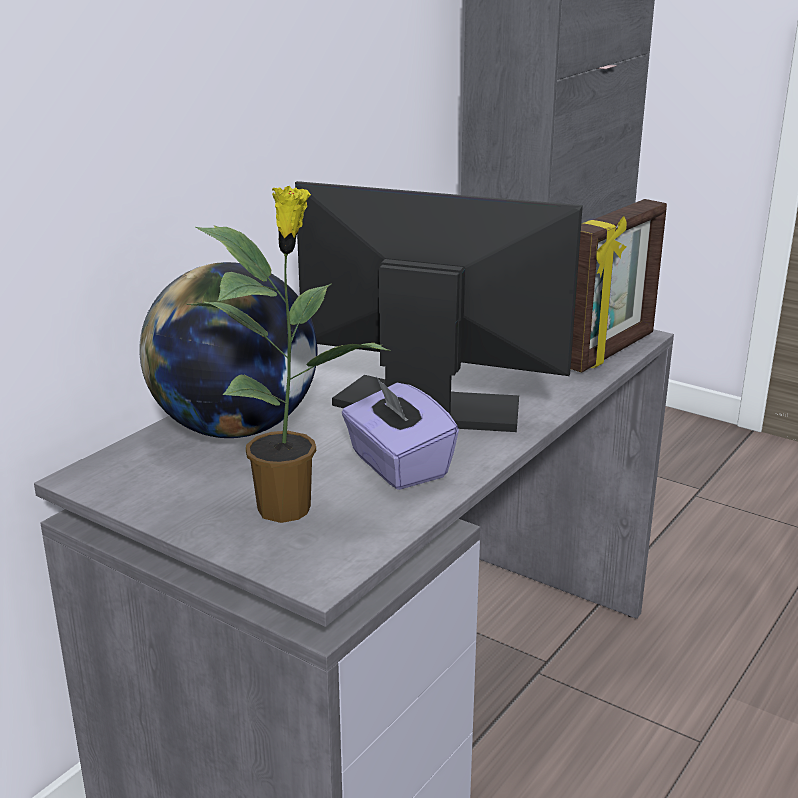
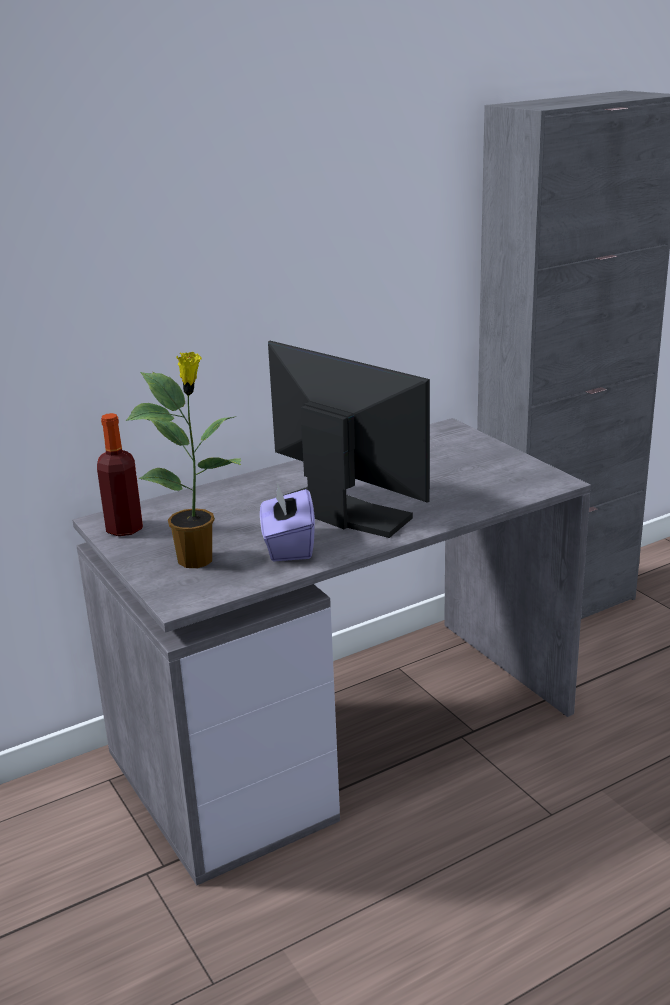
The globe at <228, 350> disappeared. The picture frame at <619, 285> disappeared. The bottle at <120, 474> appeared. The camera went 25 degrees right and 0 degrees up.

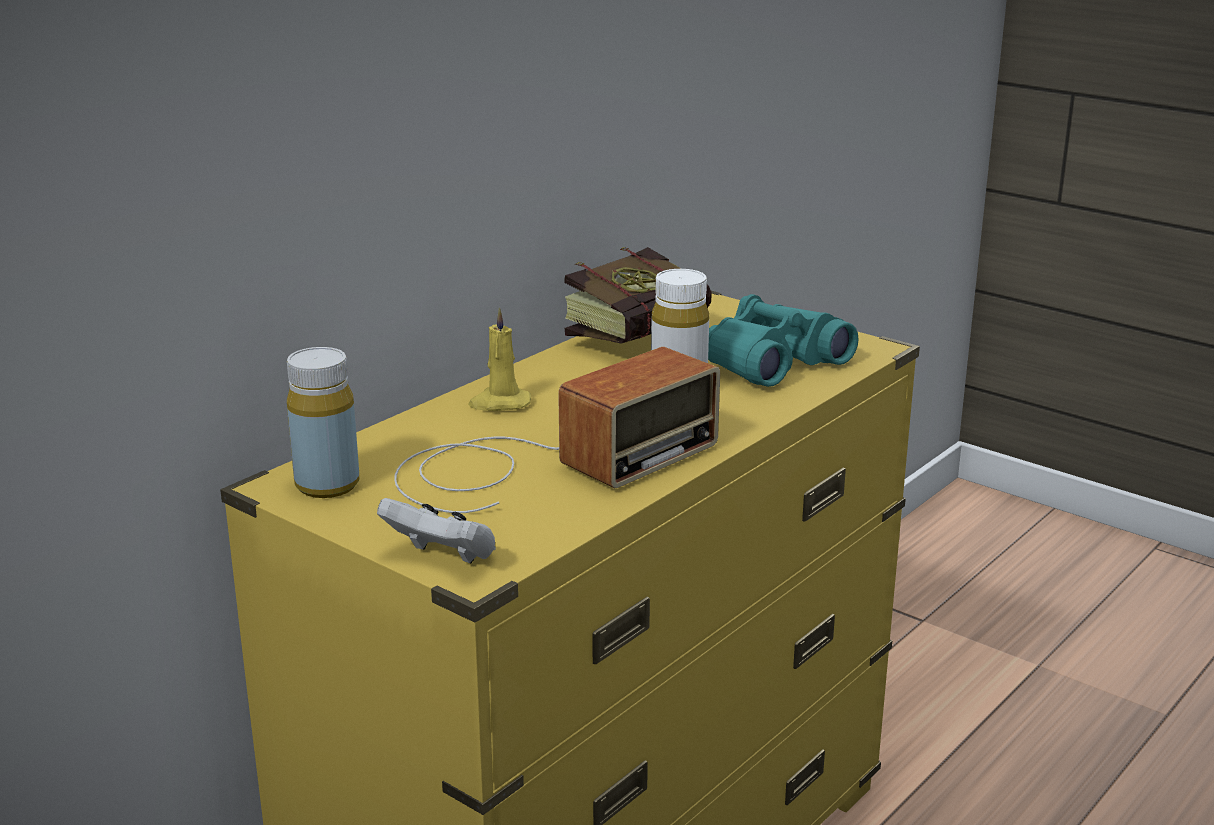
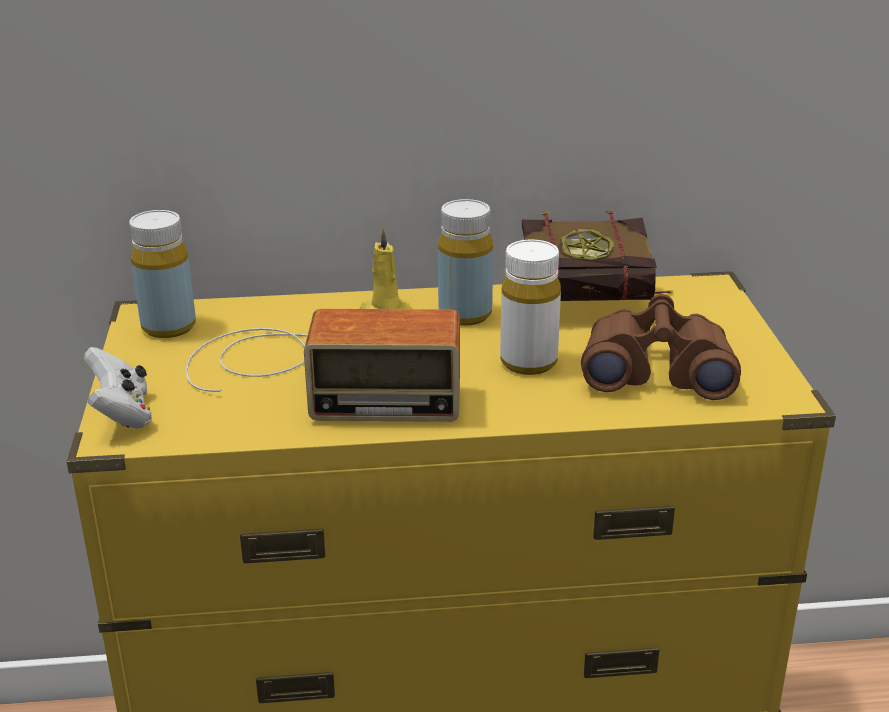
The turquoise binoculars at <783, 340> became the brown binoculars at <661, 347>. The yellow bottle at <465, 262> appeared. The camera went 45 degrees right and 5 degrees up.

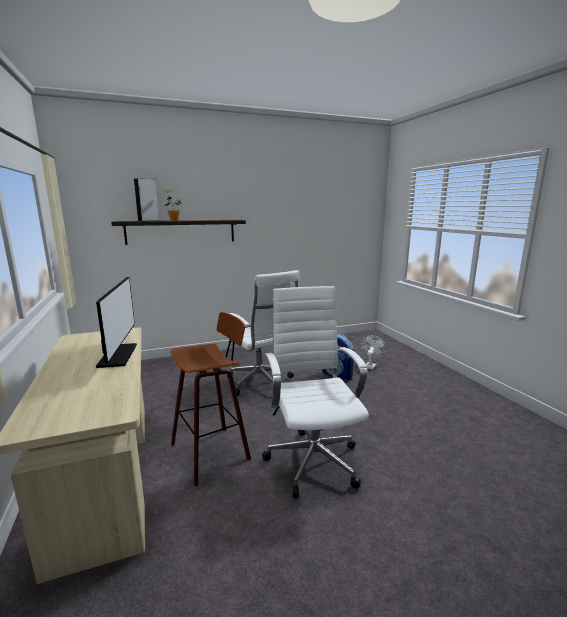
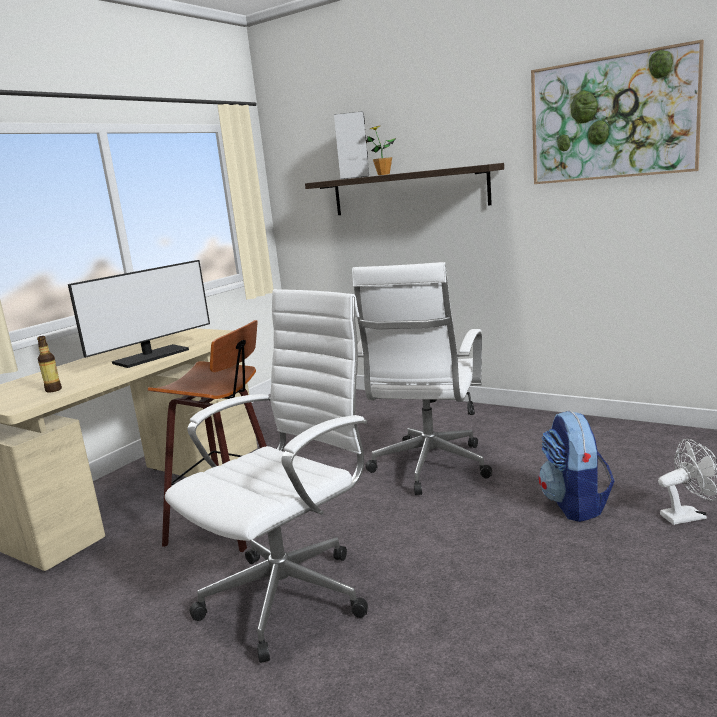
The bottle at <49, 364> appeared. The picture at <617, 111> appeared. The camera went 55 degrees right and 0 degrees up.

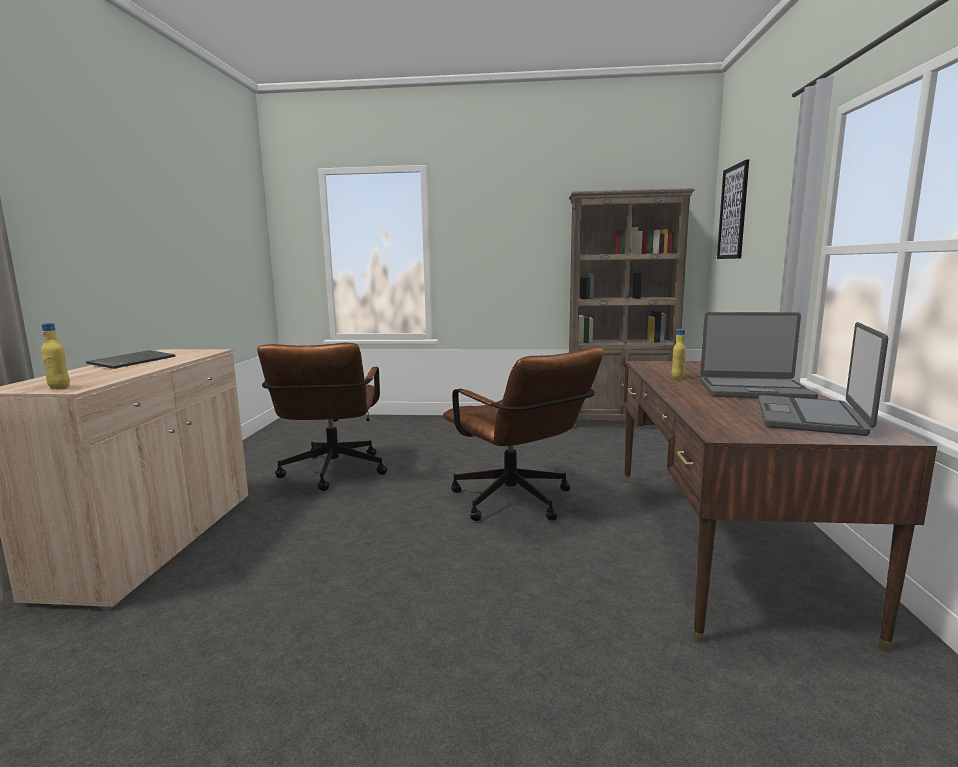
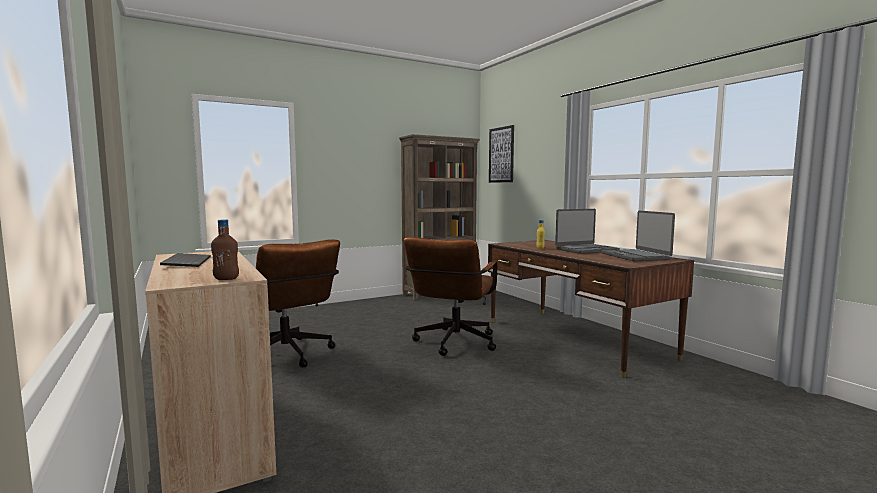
The yellow bottle at <55, 356> became the brown bottle at <225, 249>. The brown office chair at <523, 434> turned 90 degrees clockwise. The camera went 35 degrees left and 5 degrees down.

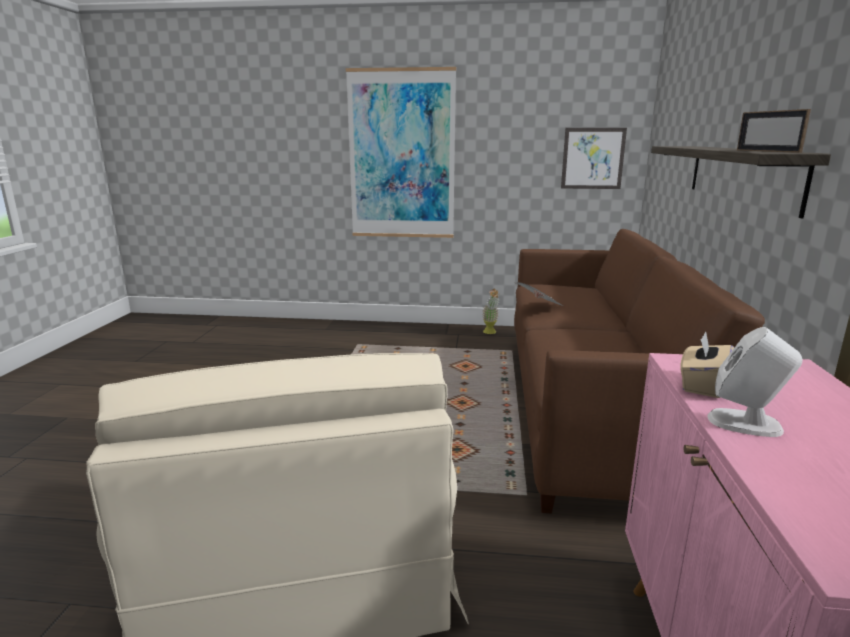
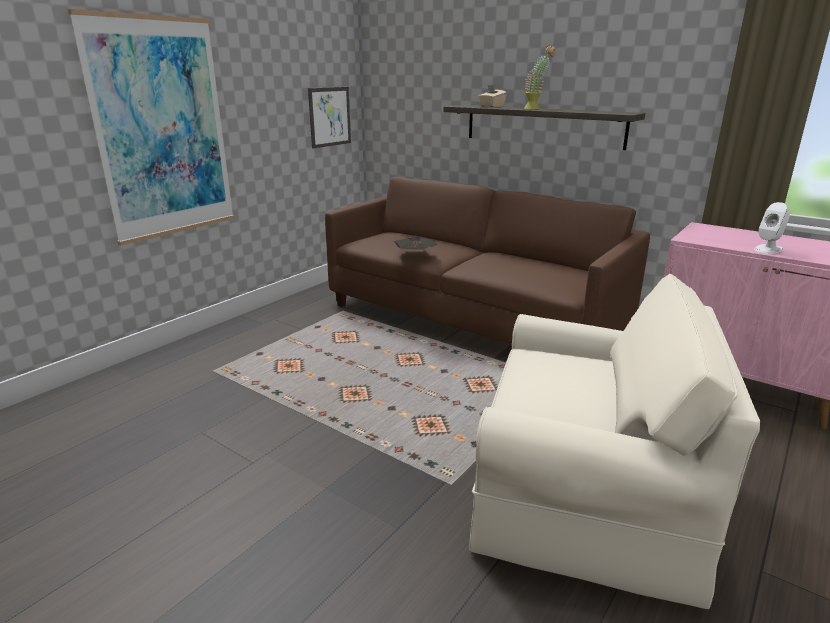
The potted plant moved from <490, 311> to <540, 77>. The beige tissue box moved from <707, 364> to <493, 96>. The picture frame at <774, 131> disappeared. The camera went 60 degrees left and 5 degrees up.

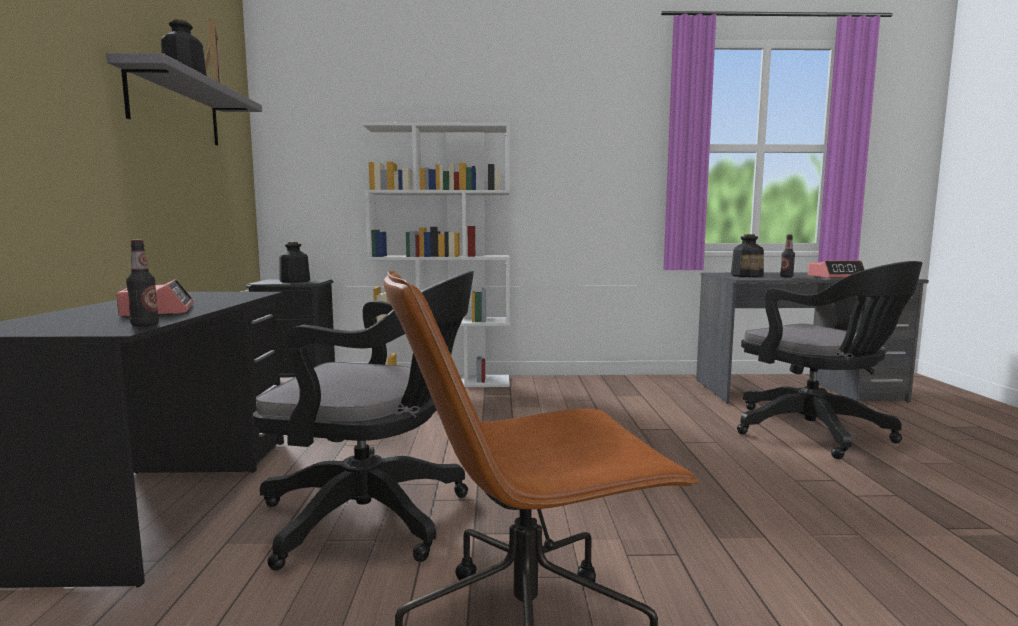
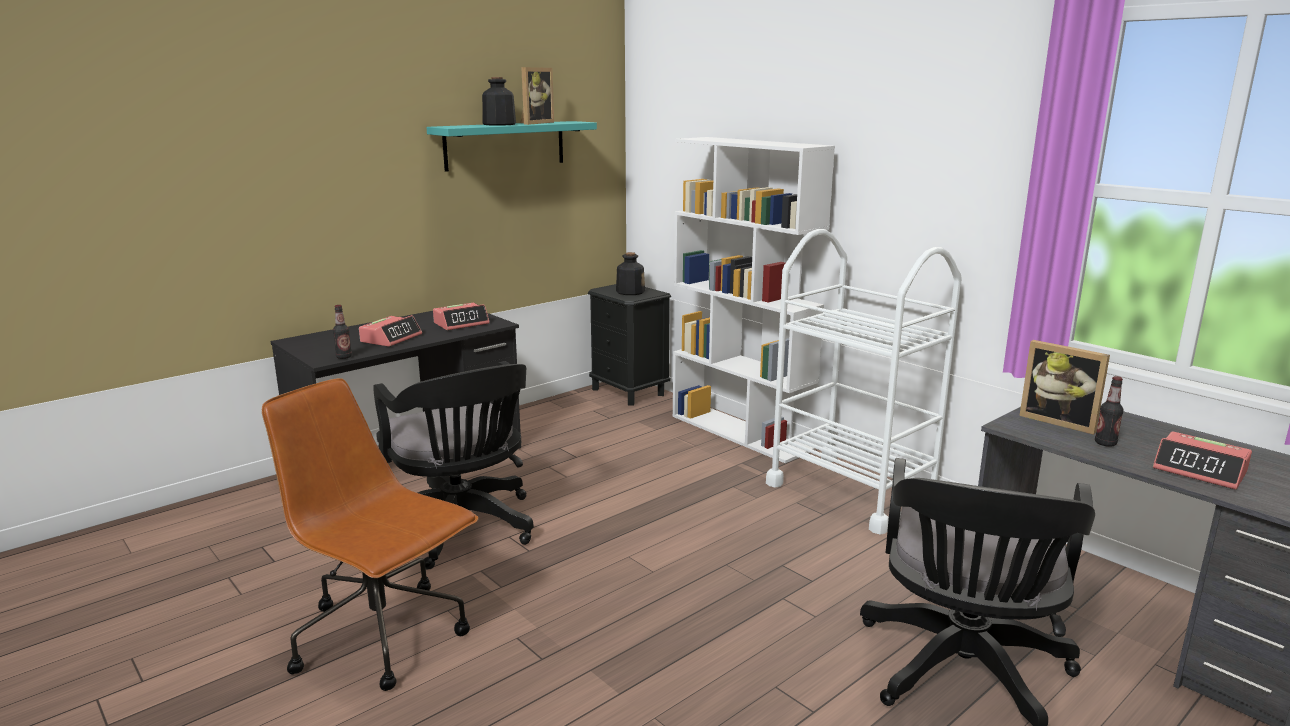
The grey shelf at <184, 99> became the turquoise shelf at <511, 146>. The bottle at <747, 255> was replaced by the picture frame at <1064, 387>. The alarm clock at <461, 316> appeared. The white cart at <864, 382> appeared. The camera went 50 degrees right and 10 degrees up.

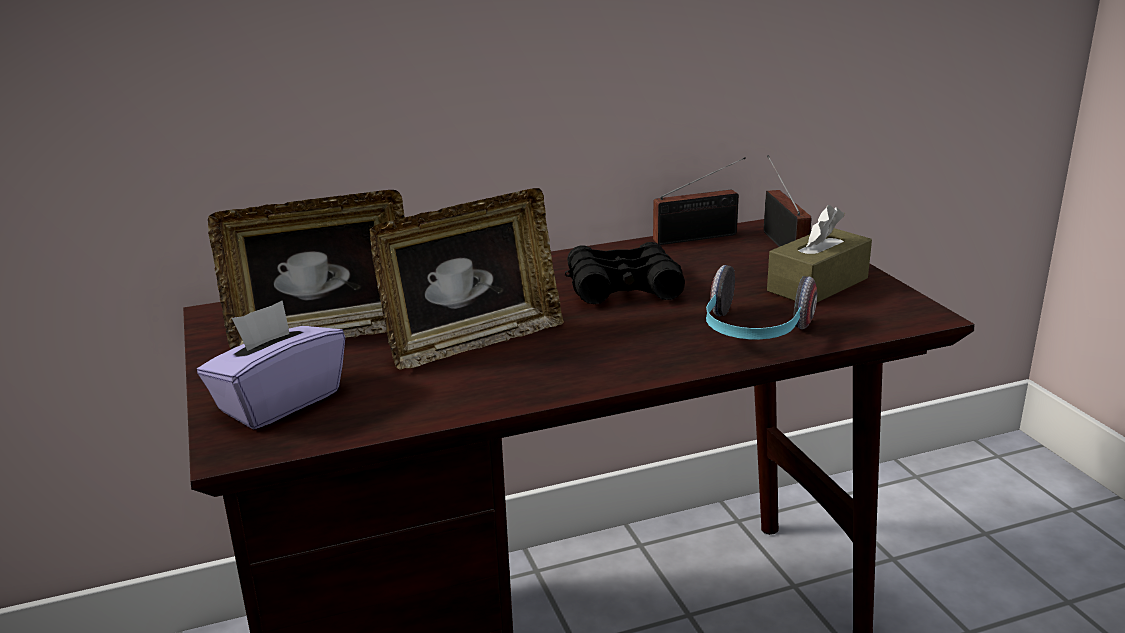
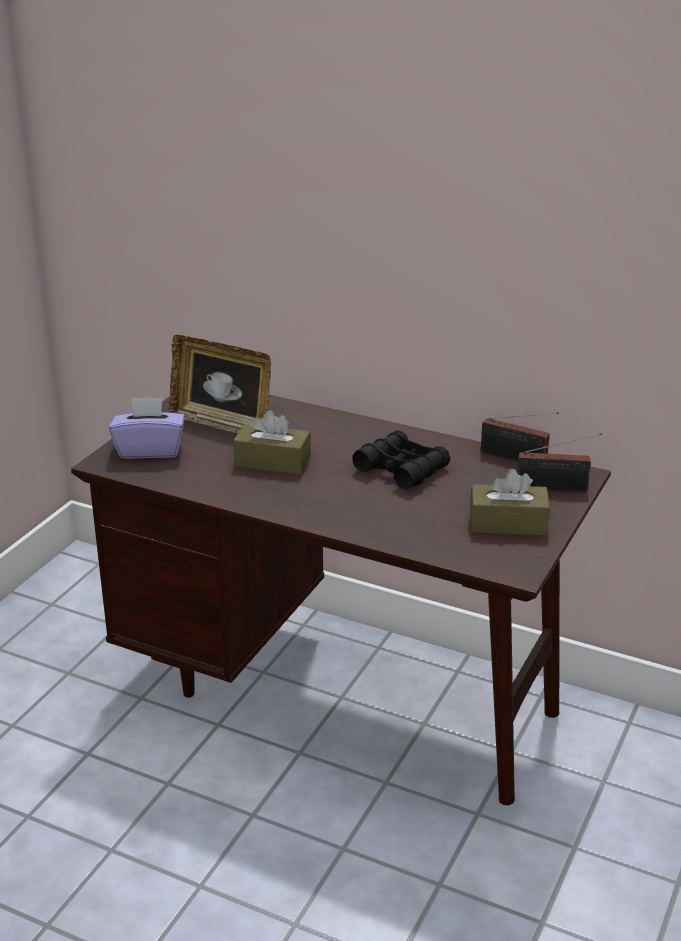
The picture frame at <466, 279> was replaced by the brown tissue box at <272, 442>. The headphones at <761, 302> disappeared. The radio at <787, 201> turned 60 degrees clockwise. The camera went 45 degrees right and 5 degrees up.

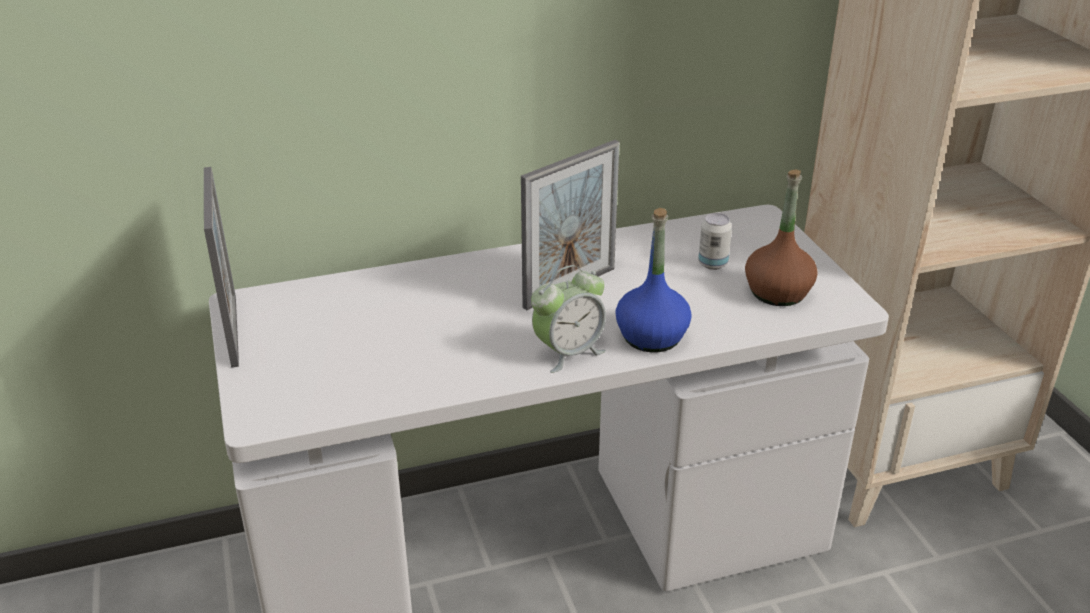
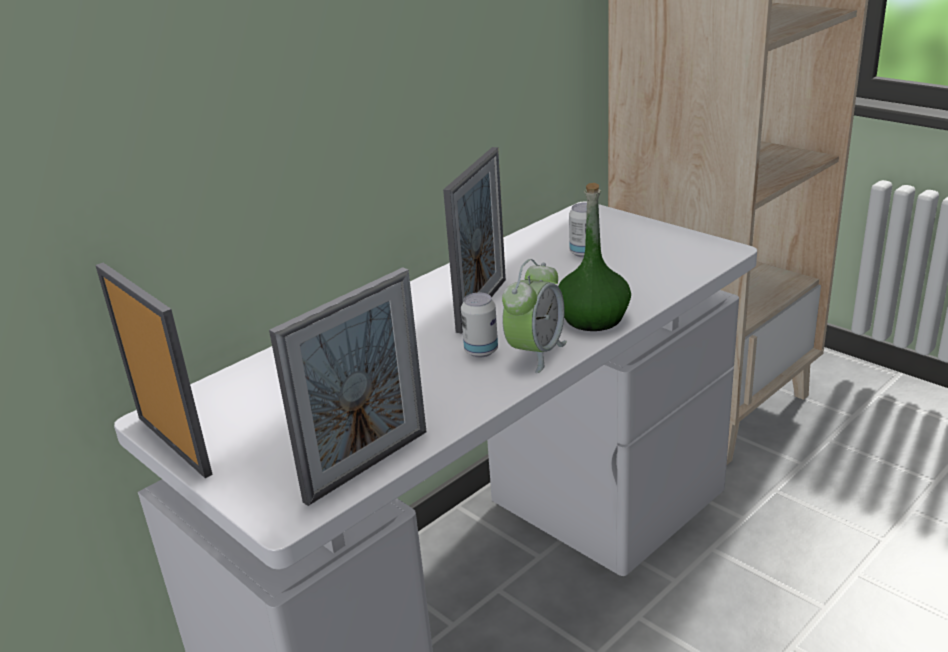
The blue bottle at <653, 280> became the green bottle at <594, 257>. The brown bottle at <781, 238> disappeared. The picture frame at <348, 386> appeared. The can at <479, 325> appeared. The camera went 25 degrees left and 5 degrees down.

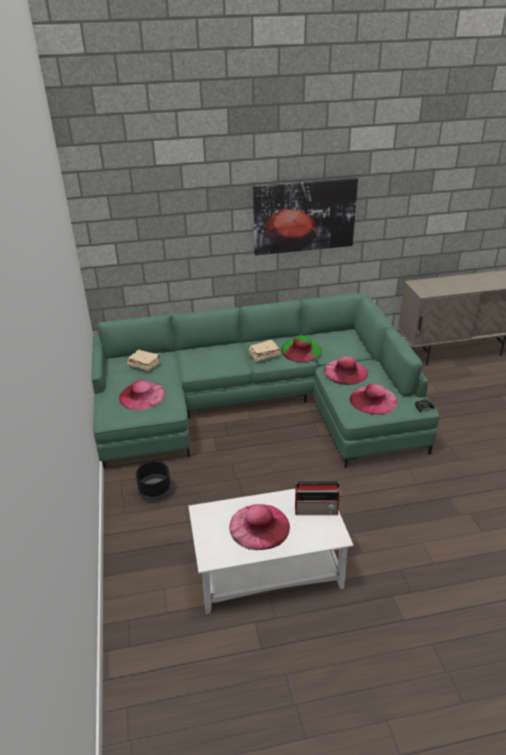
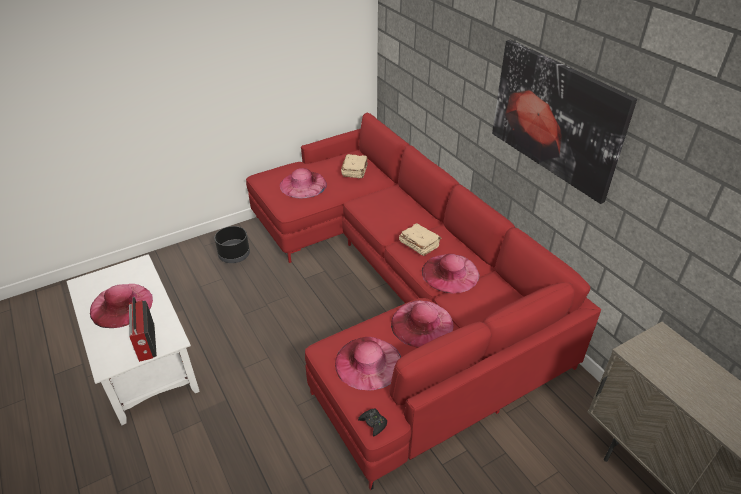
The green sofa at <265, 381> became the red sofa at <424, 301>. The green hat at <301, 349> became the pink hat at <450, 273>. The camera went 70 degrees right and 5 degrees up.

